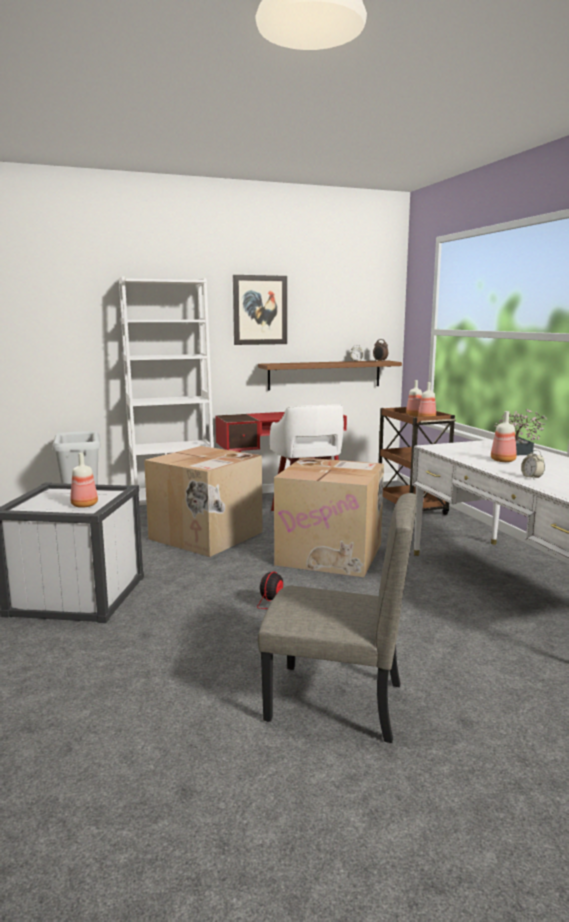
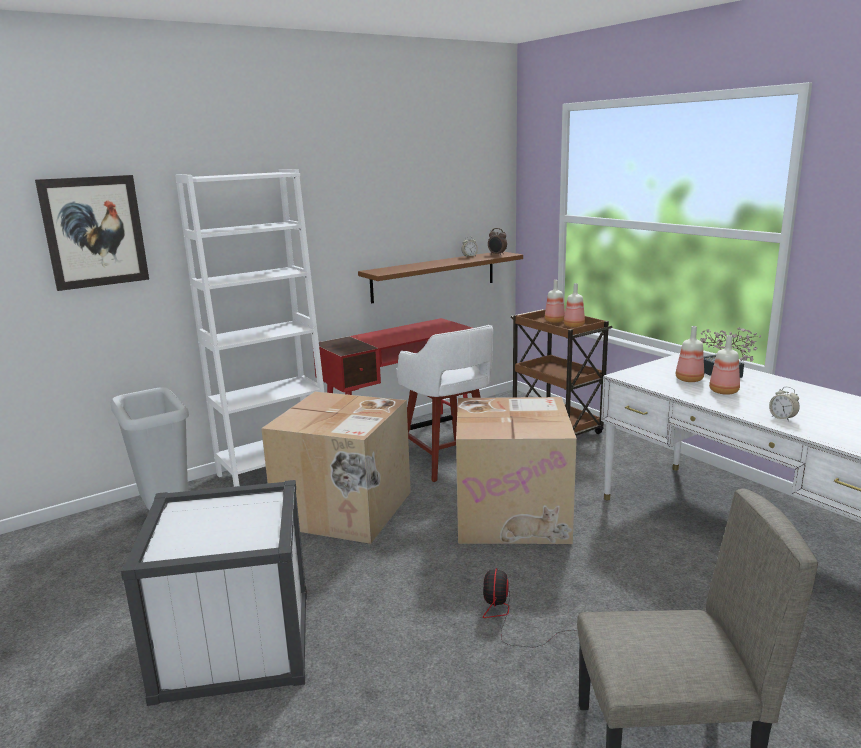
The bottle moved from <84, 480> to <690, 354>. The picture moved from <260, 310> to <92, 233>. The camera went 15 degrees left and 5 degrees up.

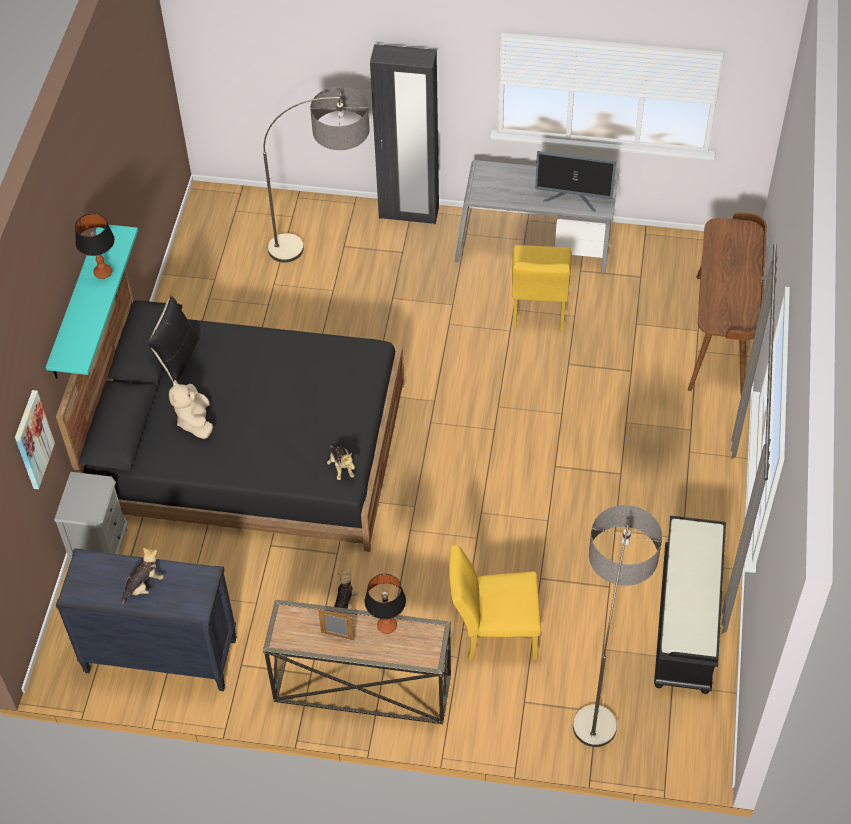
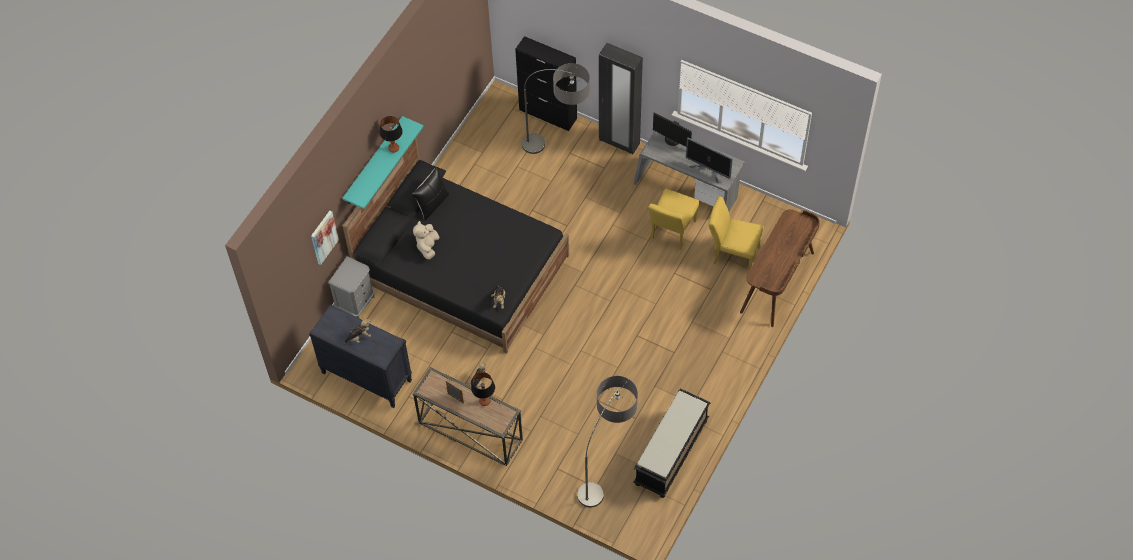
The yellow chair moved from <495, 602> to <736, 233>. The black cabinet at <546, 83> appeared. The monitor at <672, 130> appeared. The camera went 20 degrees right and 5 degrees up.

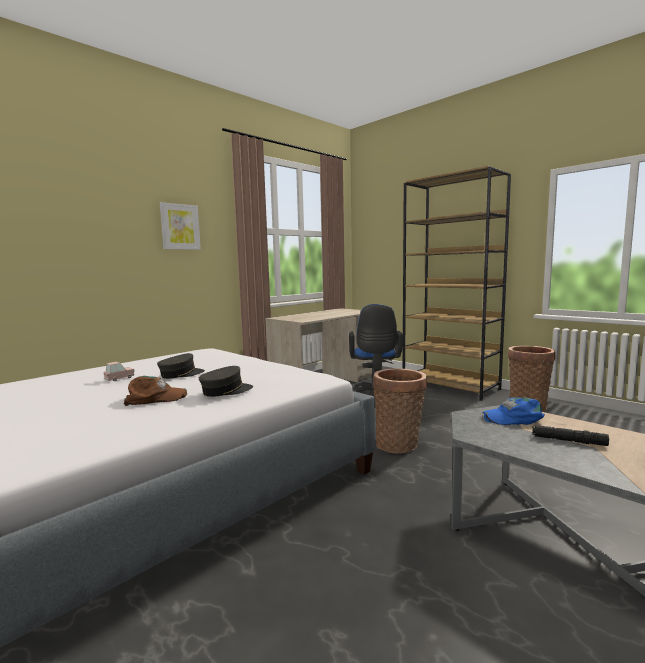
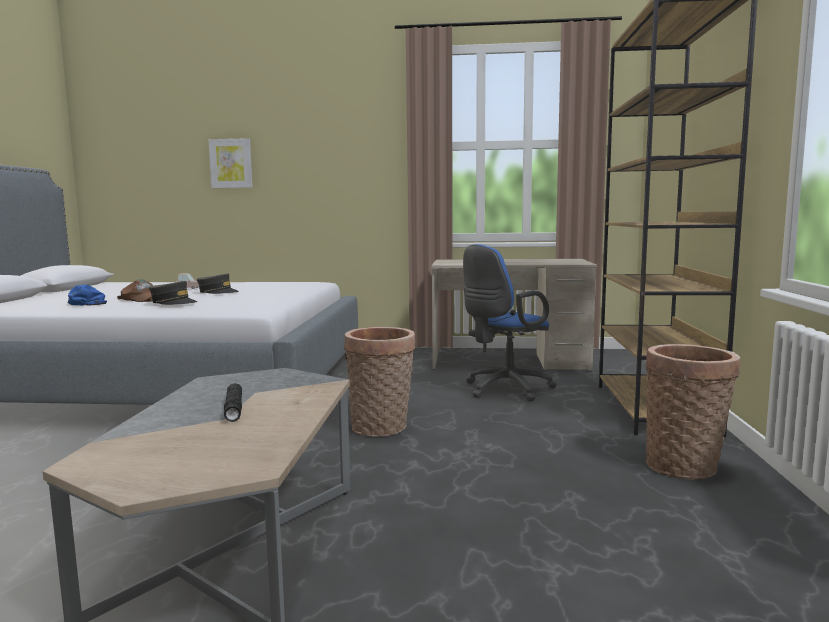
The picture moved from <180, 226> to <230, 163>. The blue cap moved from <513, 411> to <87, 295>. The camera went 50 degrees right and 0 degrees up.

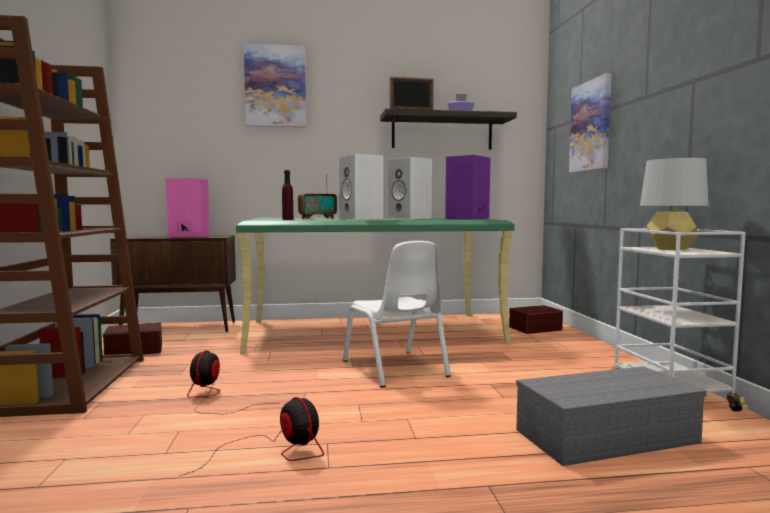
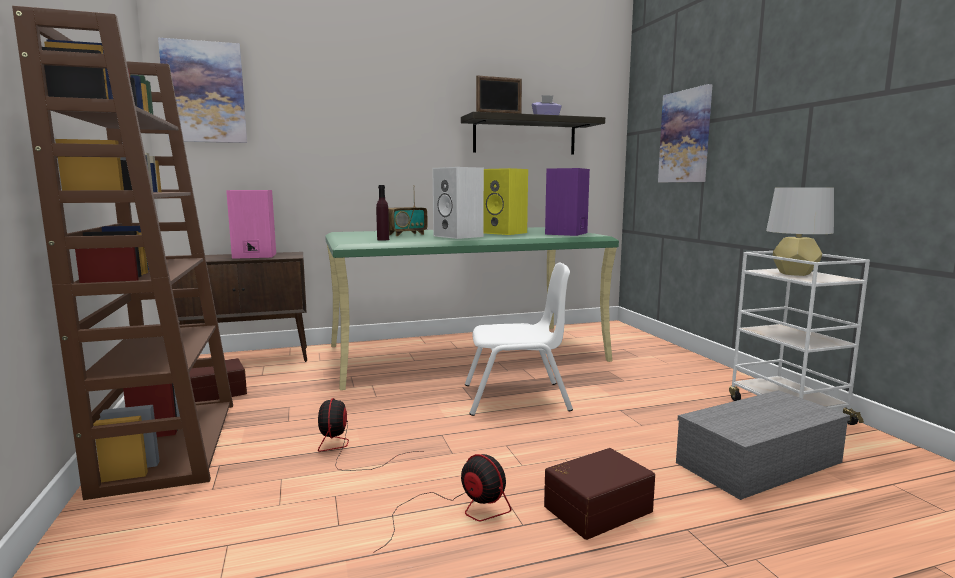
The picture moved from <275, 85> to <202, 90>. The white chair at <397, 314> turned 60 degrees counterclockwise. The white speaker at <409, 188> became the yellow speaker at <506, 201>. The brown storage box moved from <536, 319> to <599, 494>. The camera went 10 degrees left and 5 degrees up.

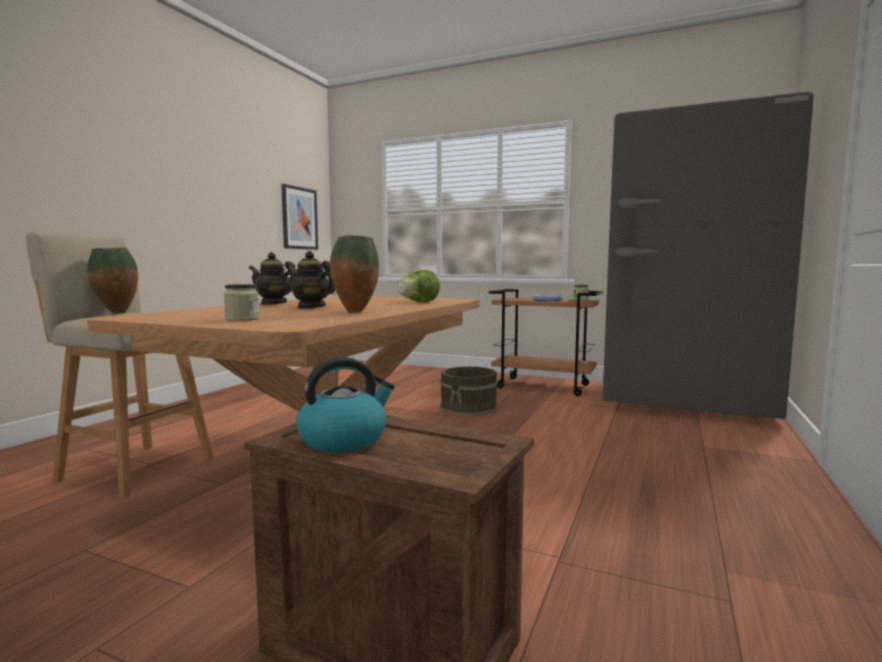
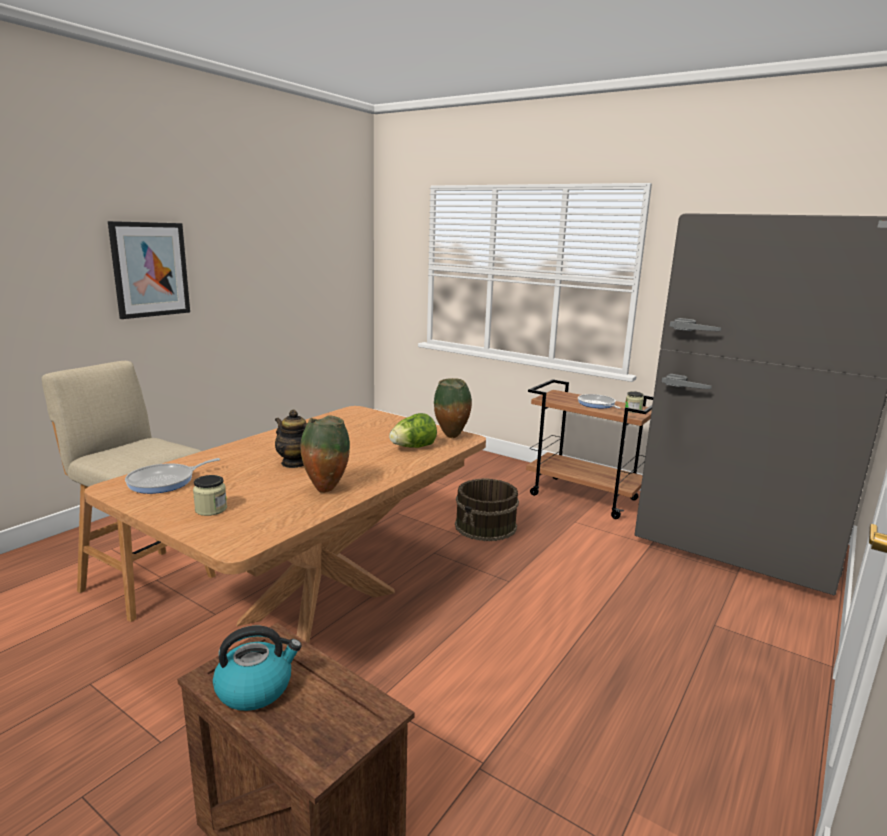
The vase moved from <112, 280> to <453, 408>. The teapot at <272, 278> disappeared. The picture moved from <299, 217> to <149, 270>. The frying pan at <172, 476> appeared. The camera went 10 degrees right and 10 degrees up.

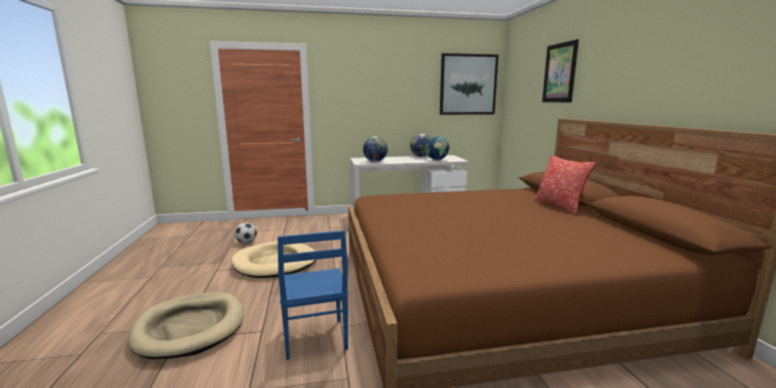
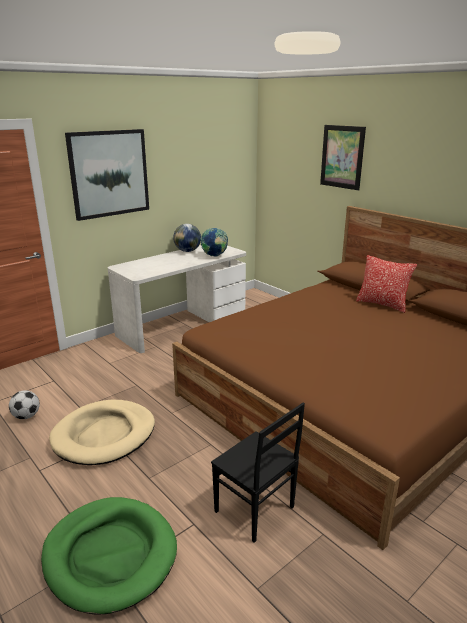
The beige dog bed at <186, 325> became the green dog bed at <109, 556>. The blue chair at <313, 295> became the black chair at <258, 472>. The globe at <375, 149> disappeared. The picture moved from <469, 84> to <107, 175>. The camera went 30 degrees left and 10 degrees up.

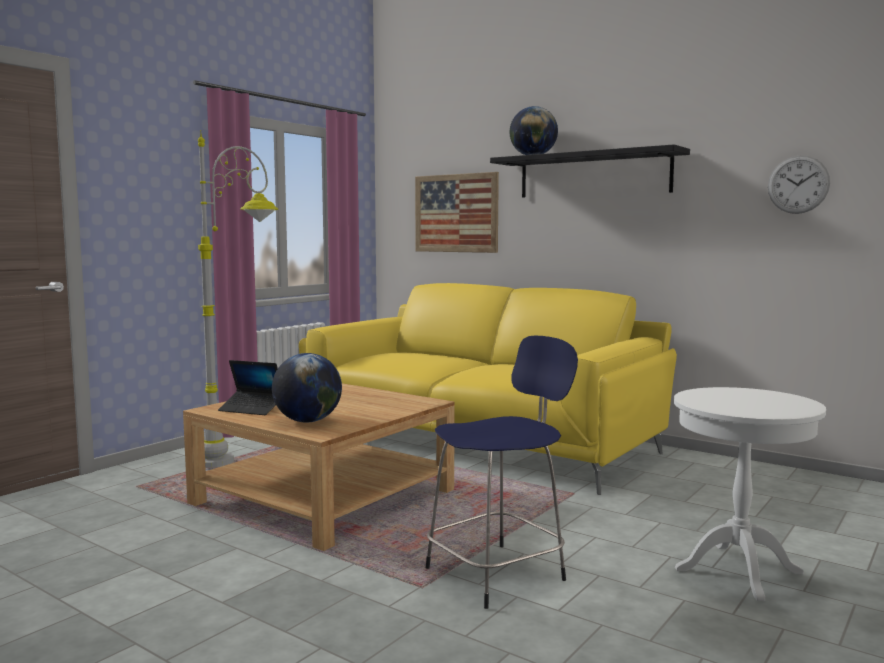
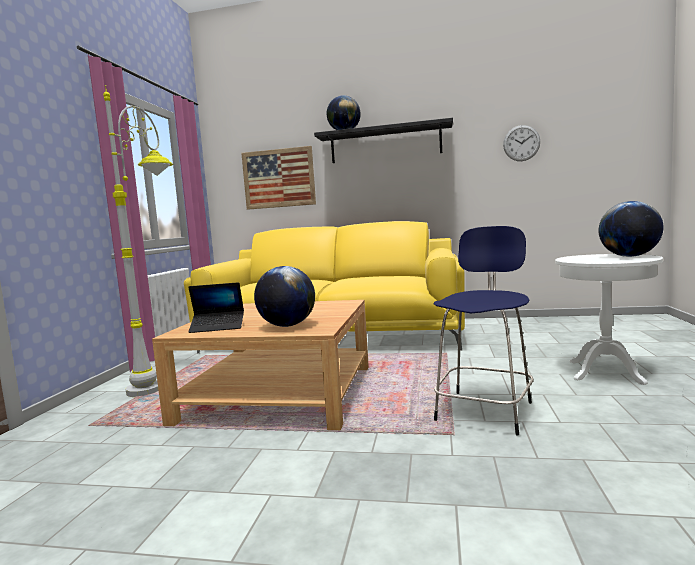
The globe at <631, 229> appeared. The camera went 25 degrees left and 0 degrees up.

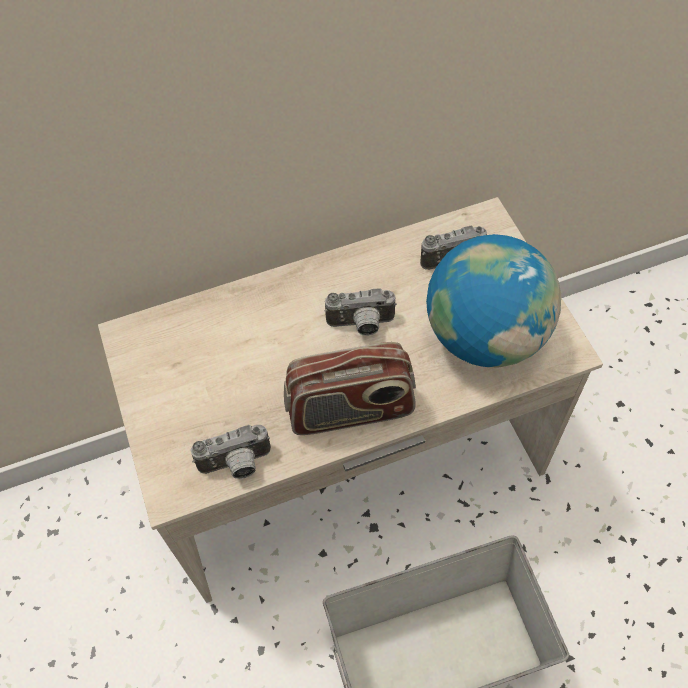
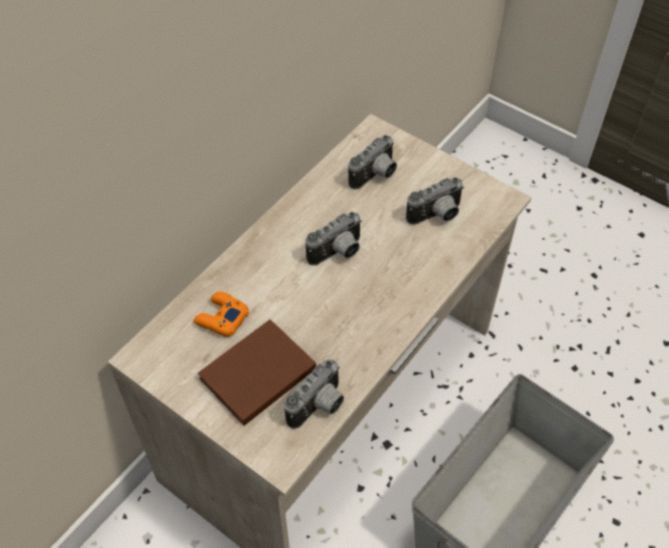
The radio at <350, 388> disappeared. The globe at <493, 300> was replaced by the photo camera at <435, 201>. The orange game controller at <221, 314> appeared. The brown book at <257, 372> appeared. The camera went 35 degrees left and 5 degrees down.

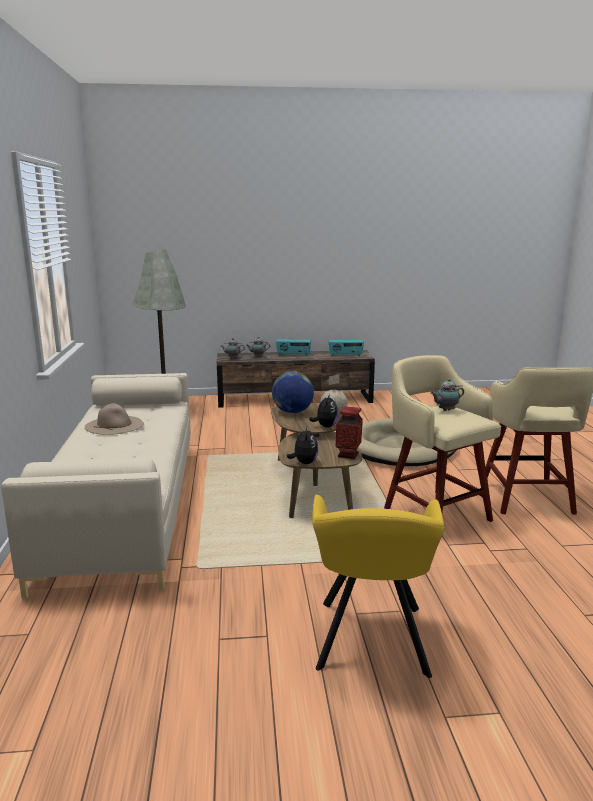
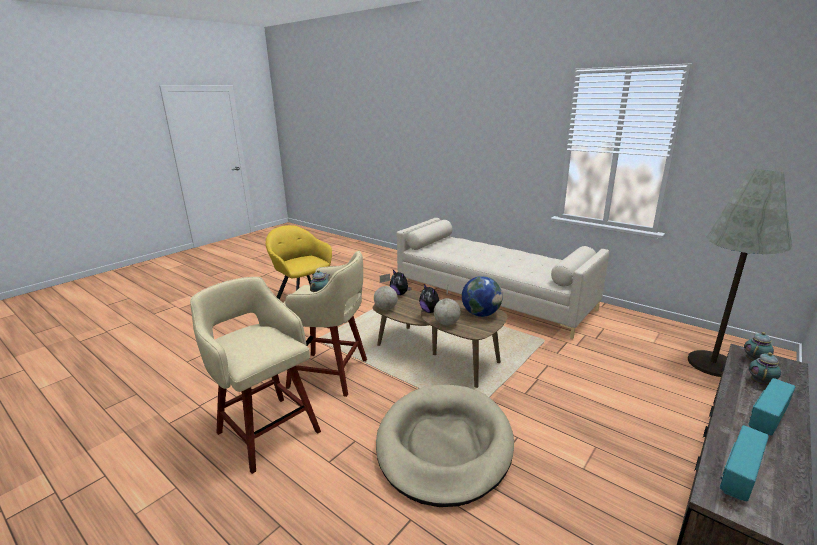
The beige hat at <114, 419> disappeared. The vase at <349, 432> was replaced by the globe at <386, 292>. The camera went 135 degrees right and 5 degrees up.

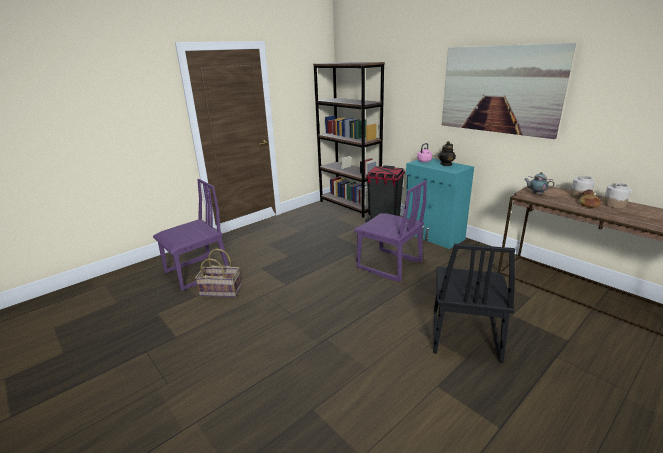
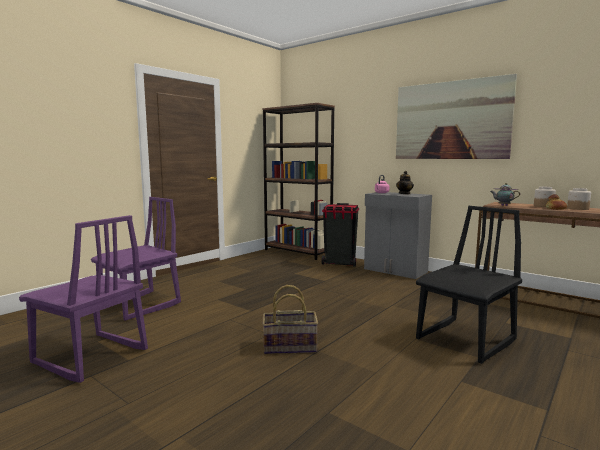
The basket moved from <218, 272> to <290, 319>. The purple chair moved from <390, 231> to <83, 299>. The turquoise cabinet at <440, 203> became the grey cabinet at <398, 235>. The black chair at <474, 303> turned 135 degrees counterclockwise. The camera went 10 degrees left and 15 degrees down.

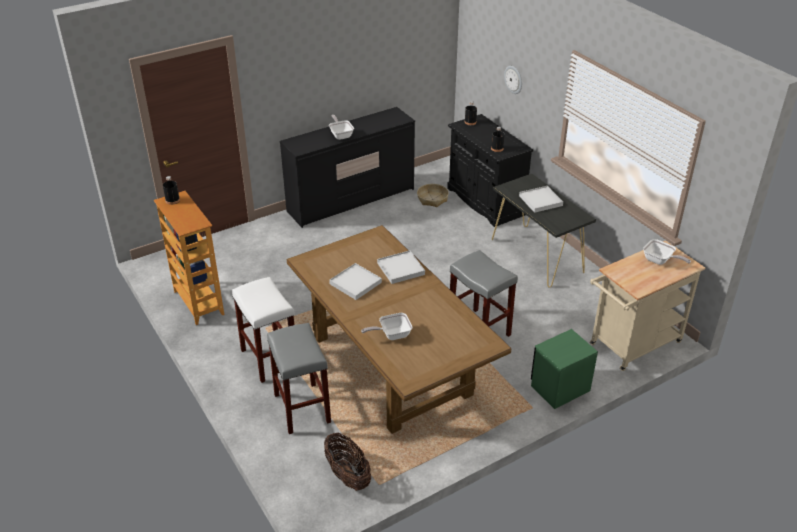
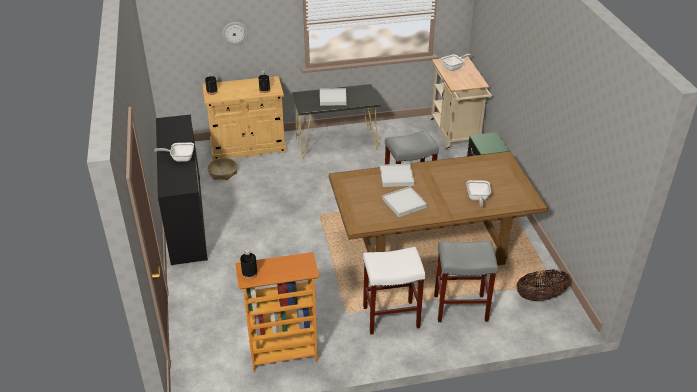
The black cabinet at <490, 170> became the beige cabinet at <244, 118>. The camera went 70 degrees left and 0 degrees up.

